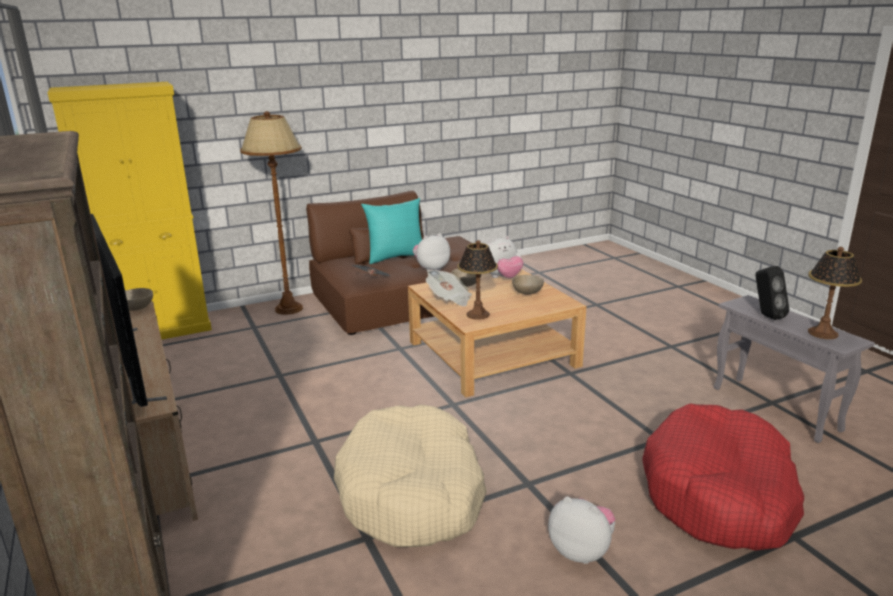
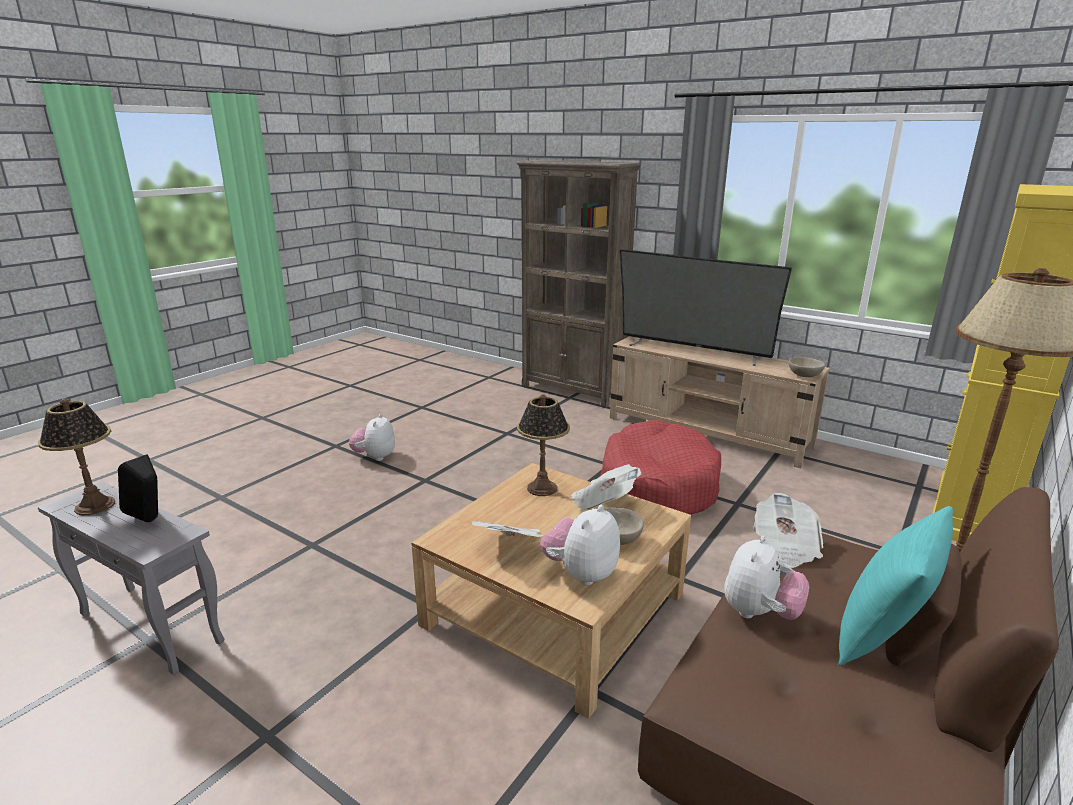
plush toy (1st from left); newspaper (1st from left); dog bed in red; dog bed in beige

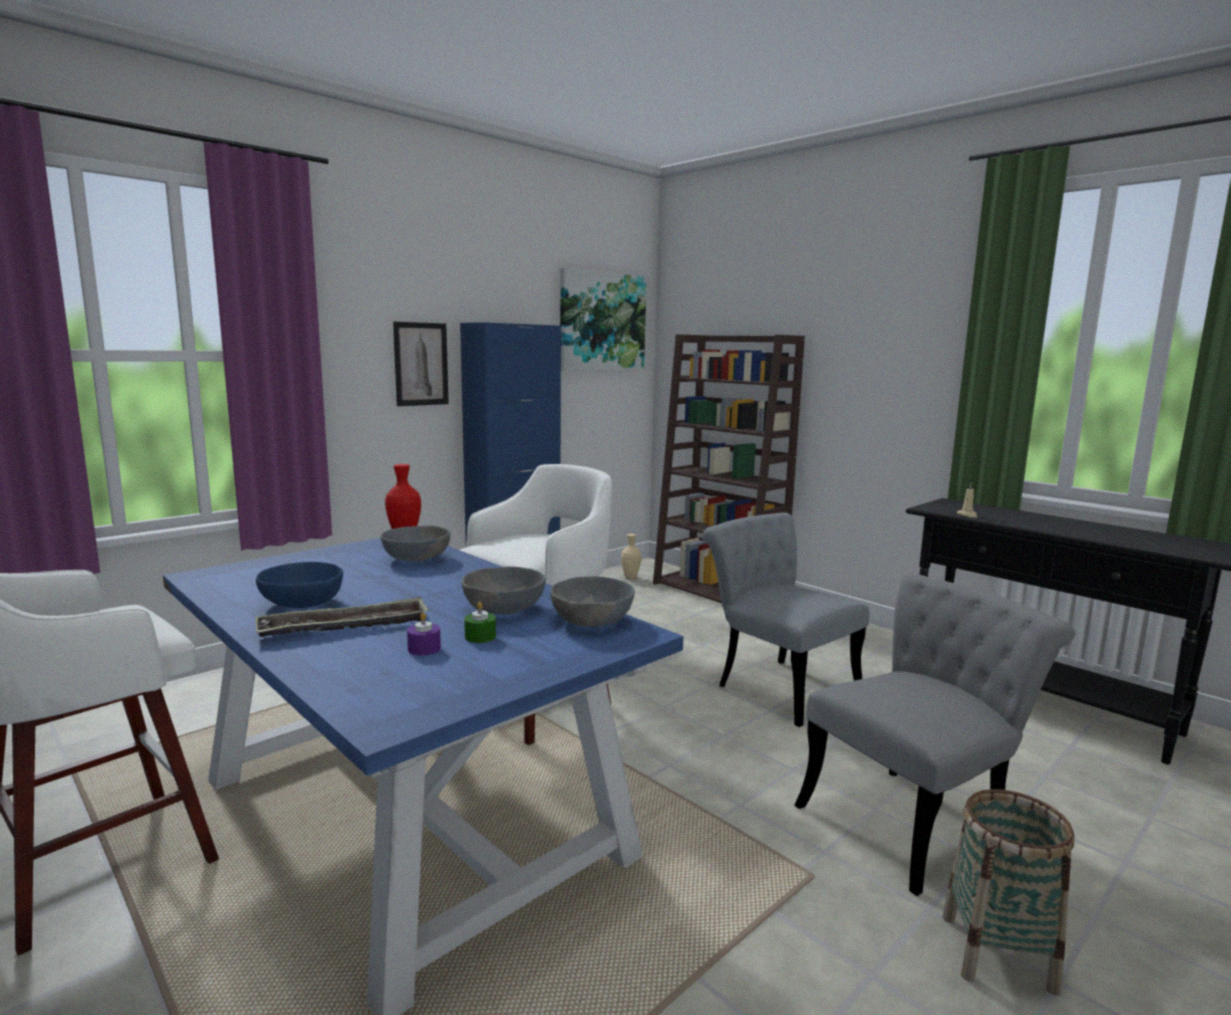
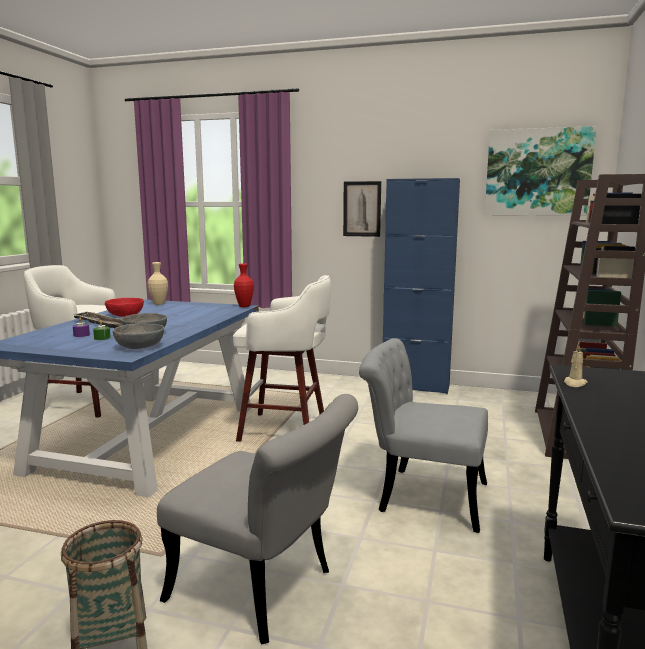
bowl in red; vase in beige; chair in grey (2nd from left); bowl in grey (1st from left in the first image)

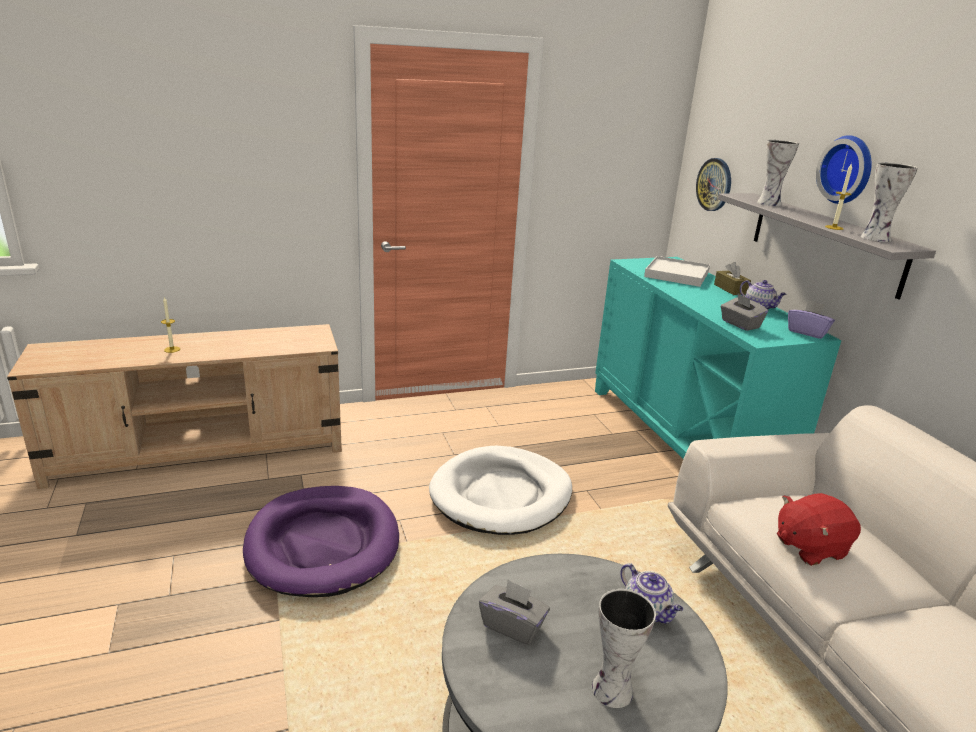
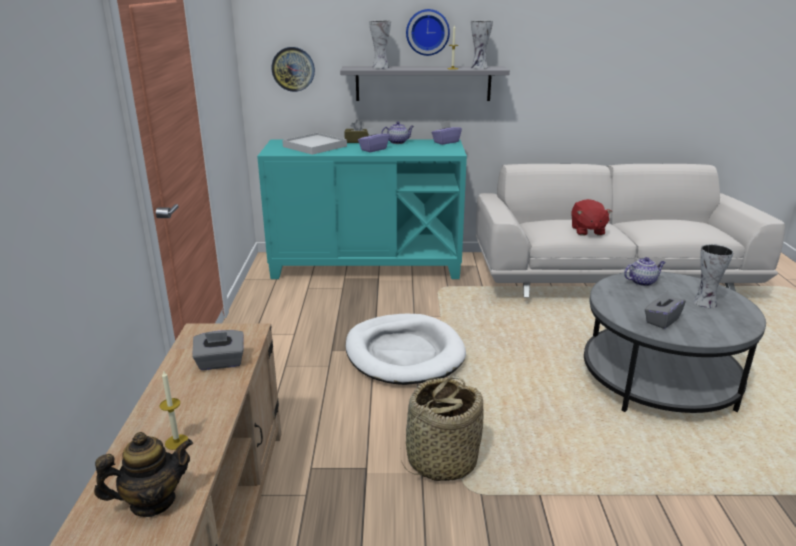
teapot (1st from left); tissue box in grey (1st from left); tissue box in purple (1st from left); basket

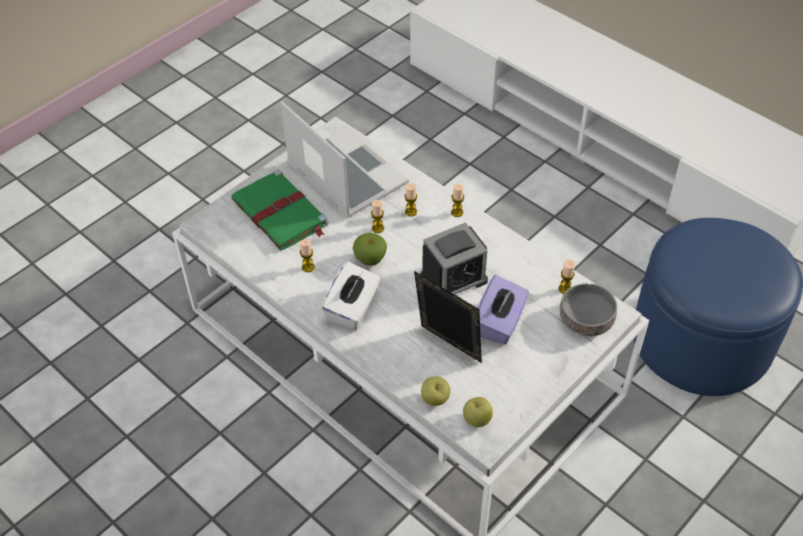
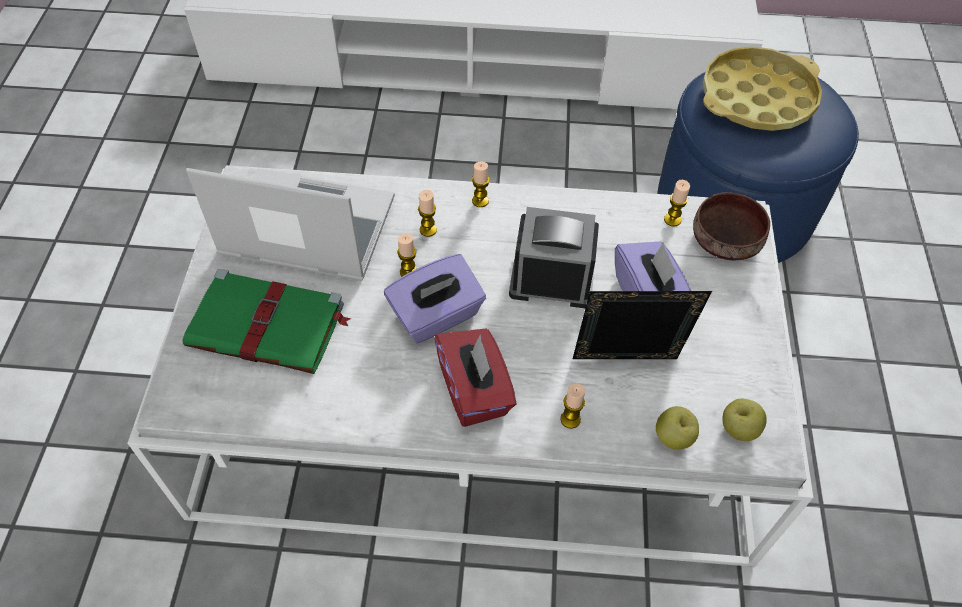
tissue box in purple (1st from left); tissue box in red; alarm clock; candle (4th from left); bowl in brown; tray in yellow

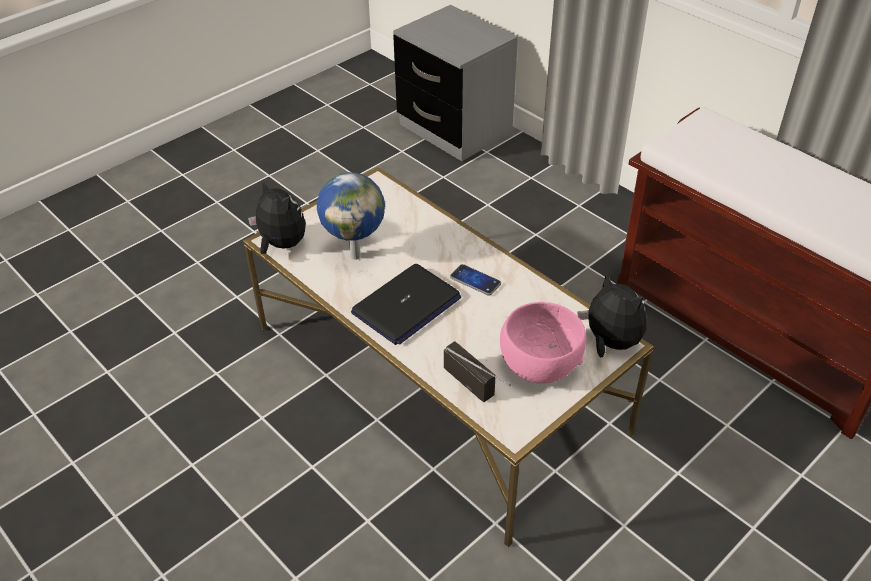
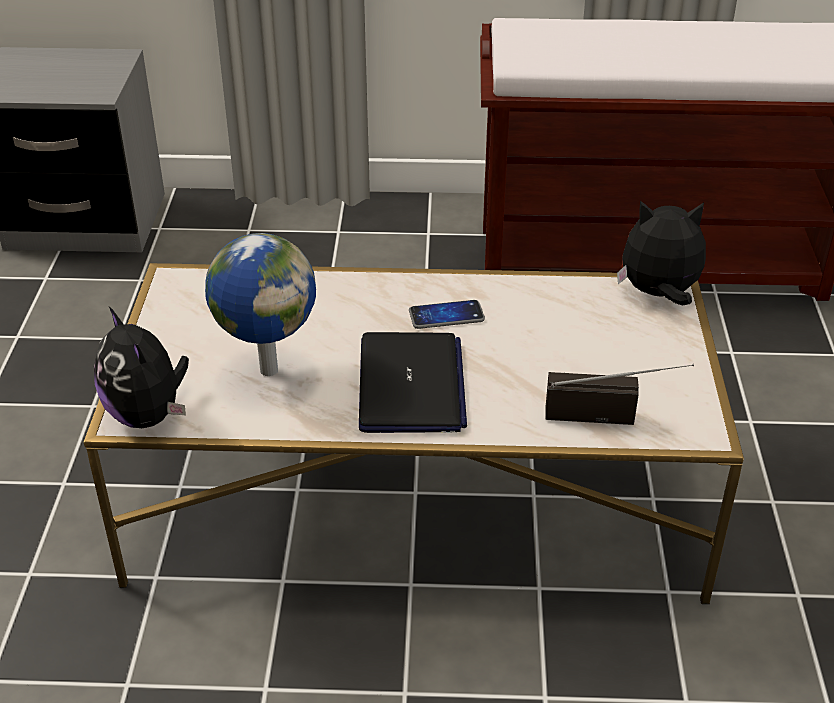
plush toy (1st from left); bowl in pink

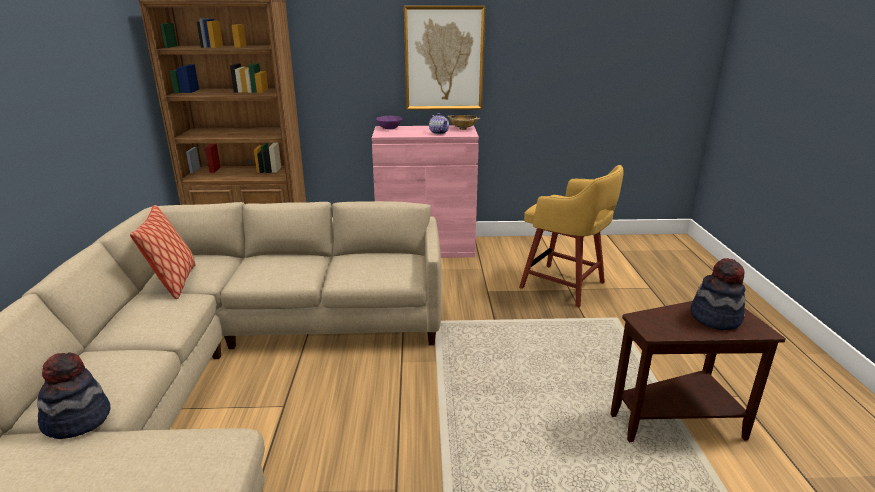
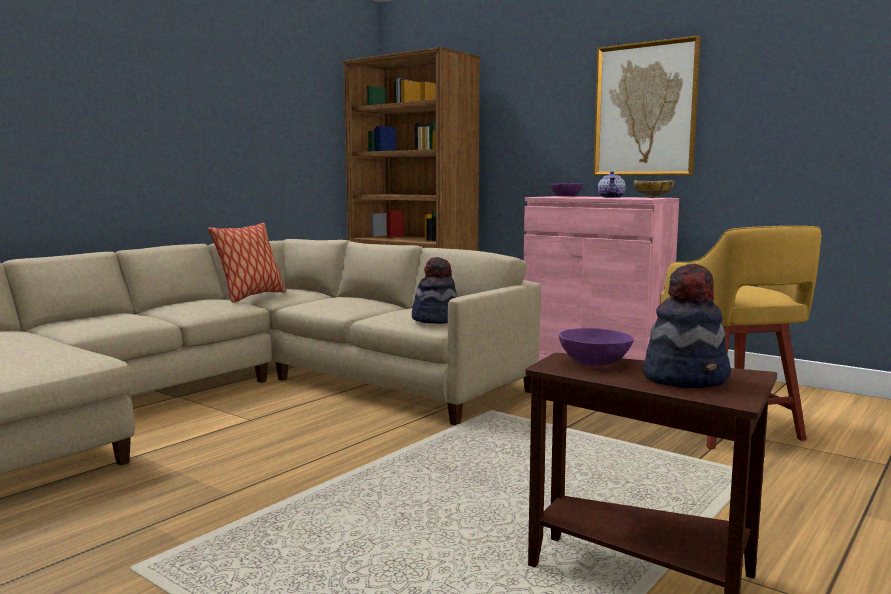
hat (1st from left); bowl in purple (2nd from left)

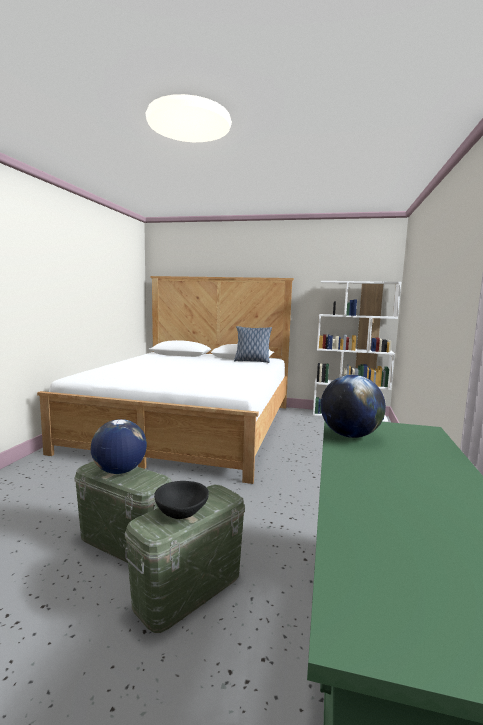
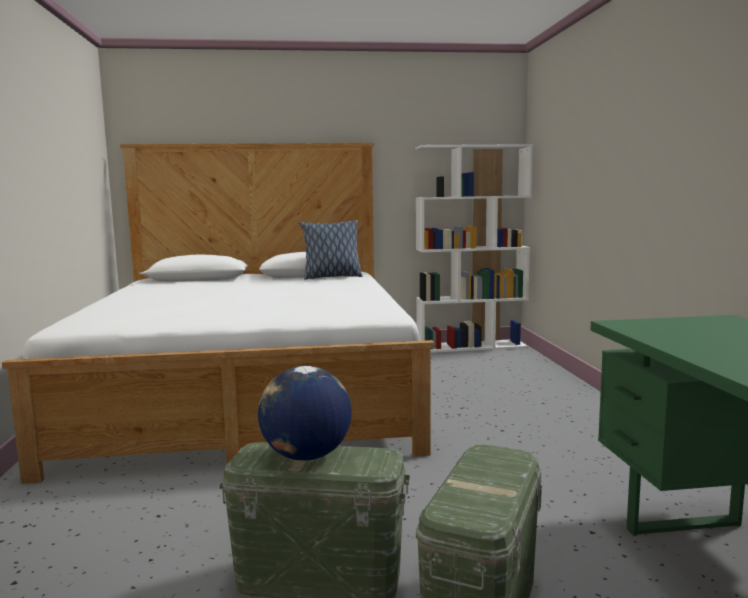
bowl in black; globe (2nd from left in the first image)

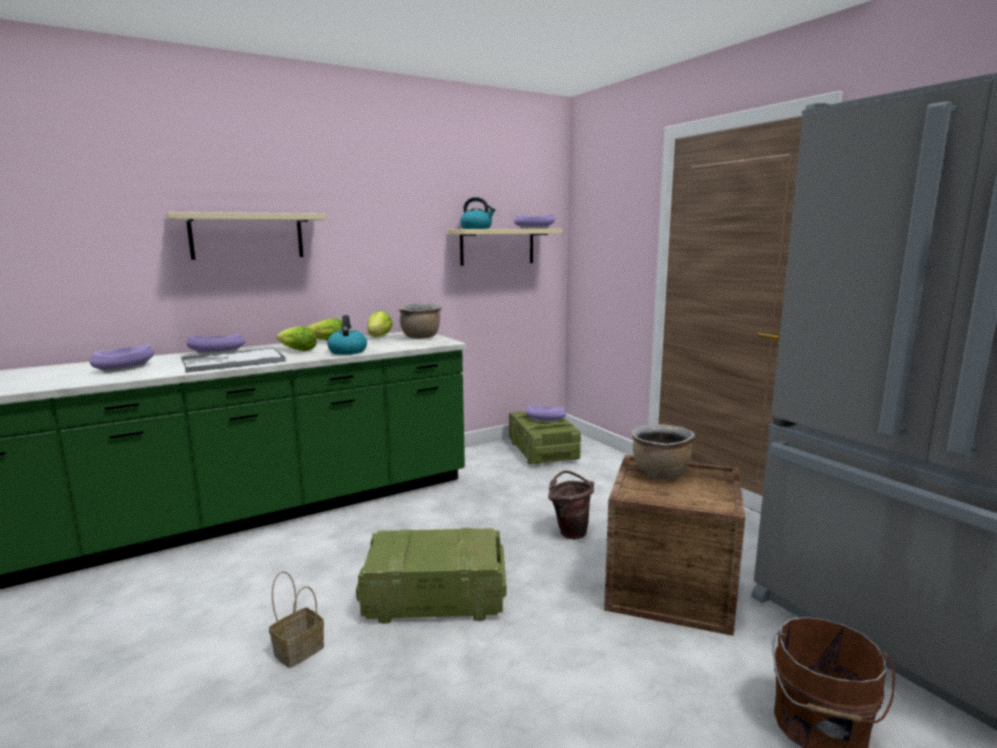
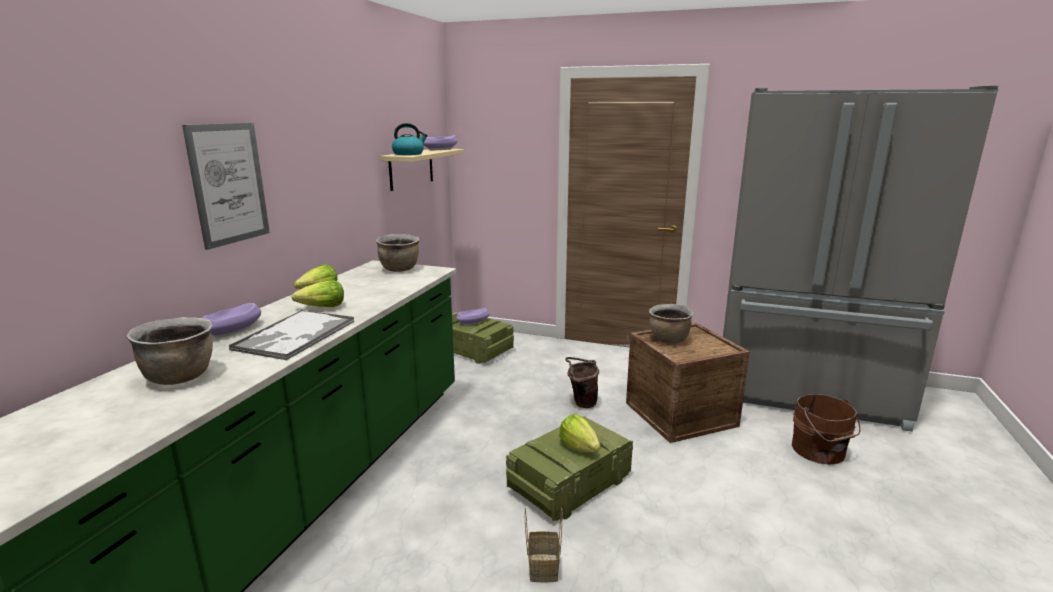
cooking pot in brown (1st from left); picture; lettuce (3rd from left); kettle (1st from left in the first image)

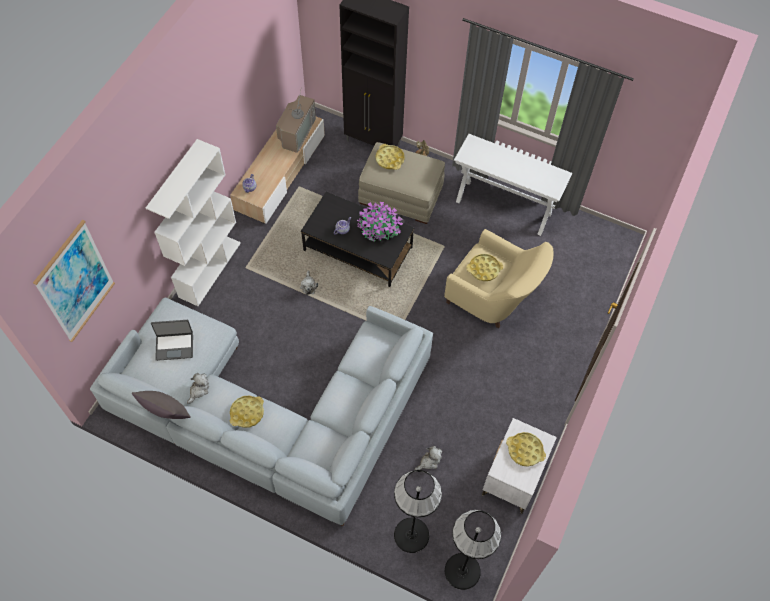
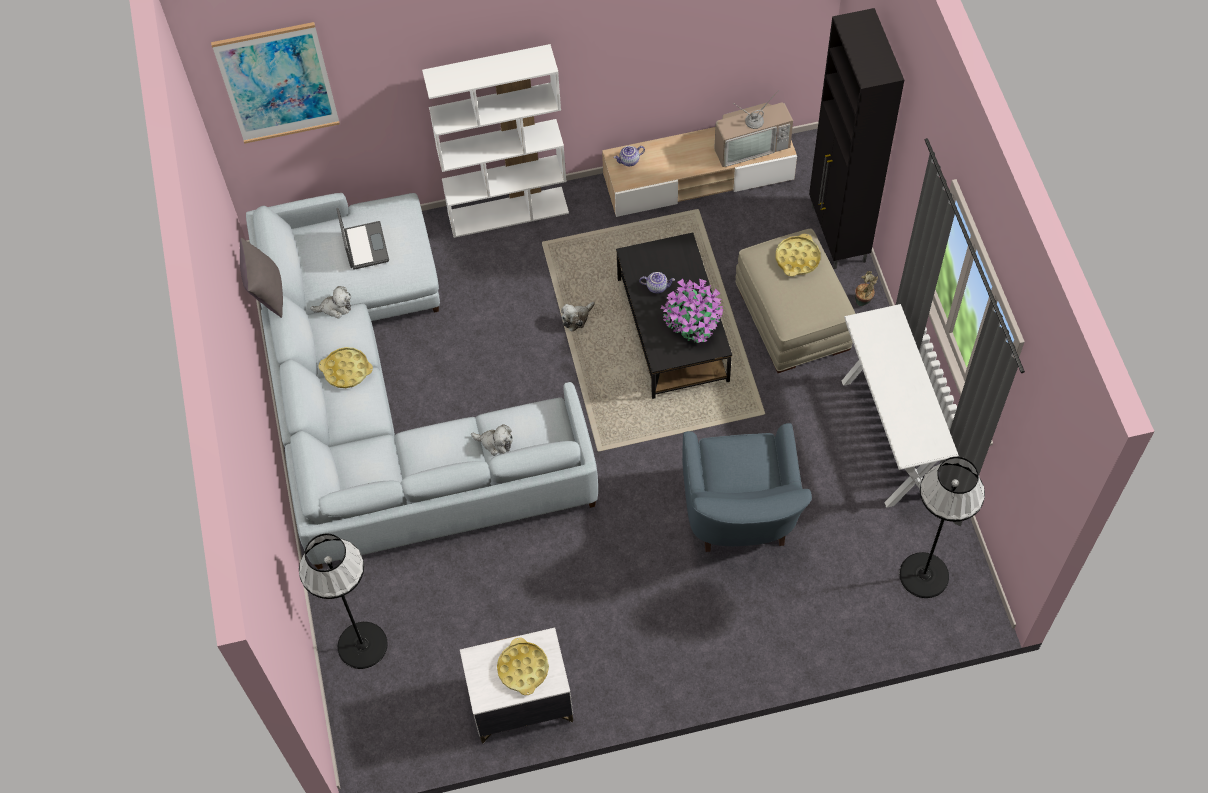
laptop; plush toy (2nd from left); armchair in blue; floor lamp in black (2nd from left); tray in yellow (3rd from left in the first image)

